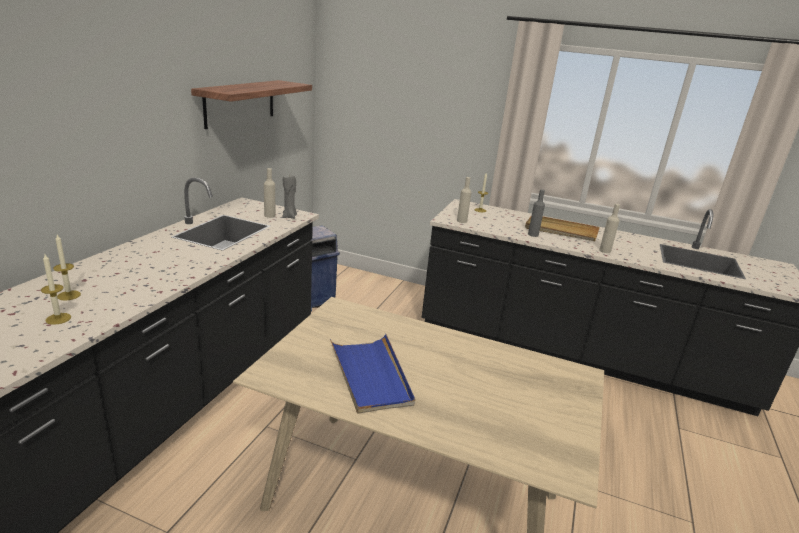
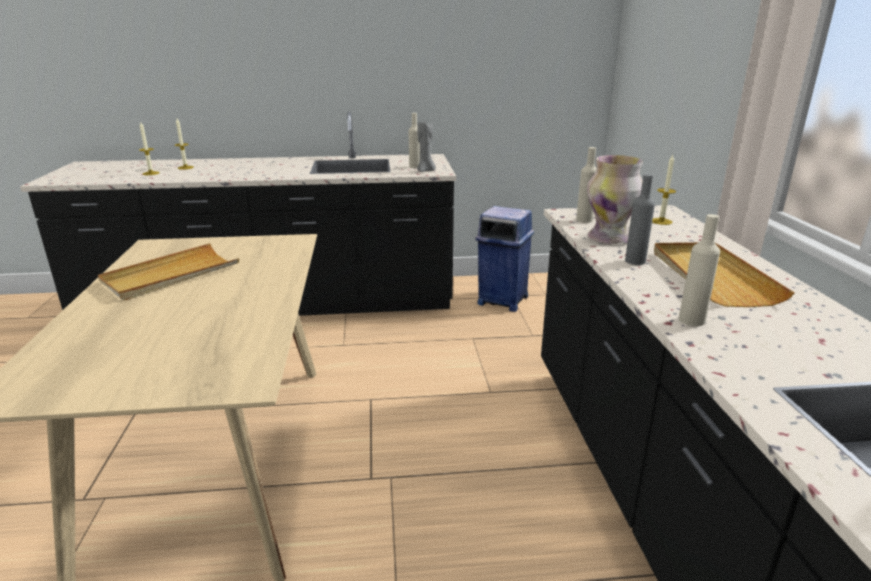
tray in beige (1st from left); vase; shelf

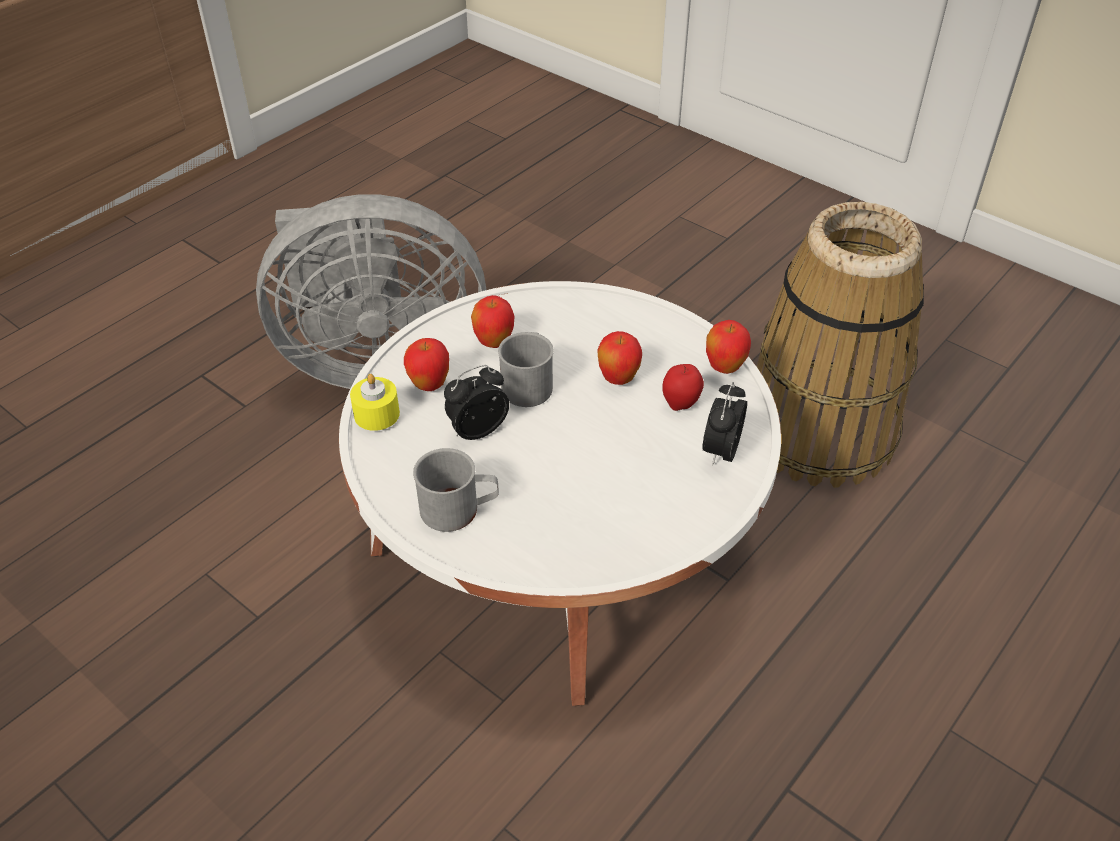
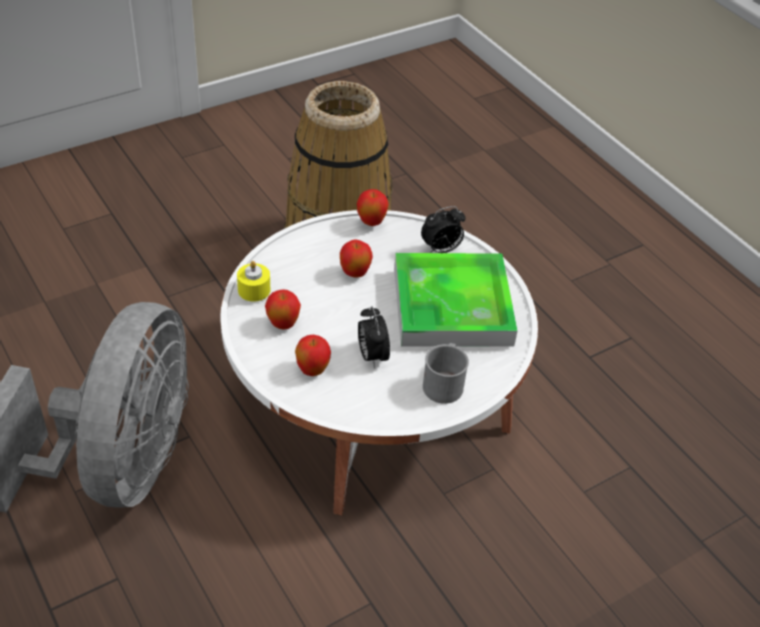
candle in yellow; tray; alarm clock (2nd from left); mug in grey (2nd from left in the first image); apple (4th from left in the first image)

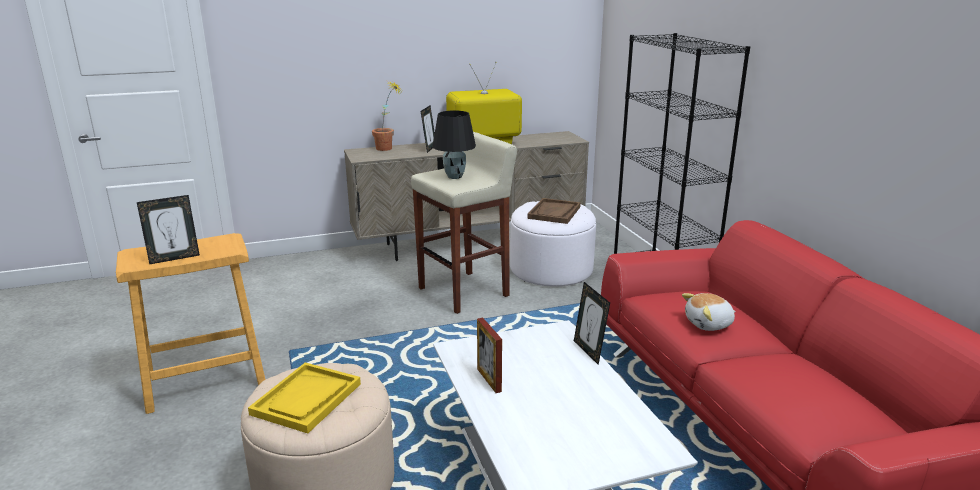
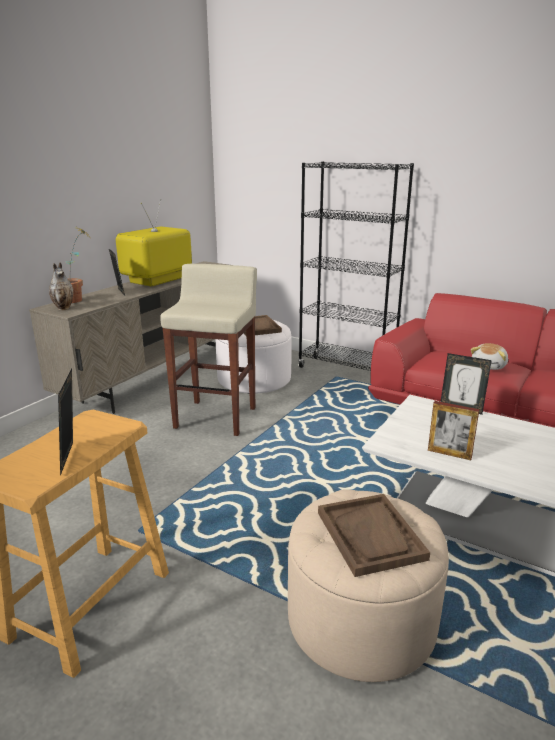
vase; picture frame (1st from left); tray in brown (2nd from left); table lamp in black

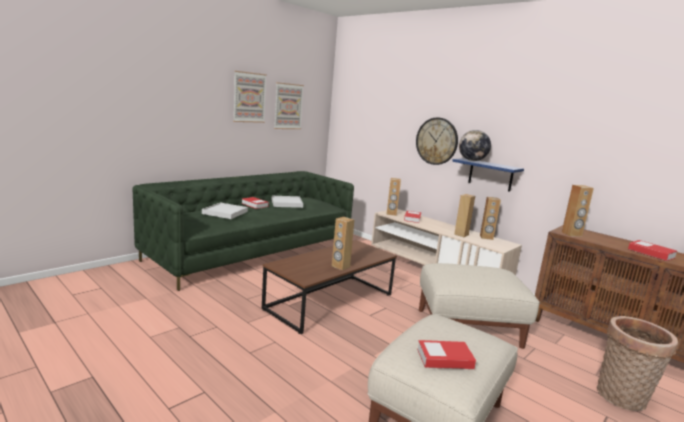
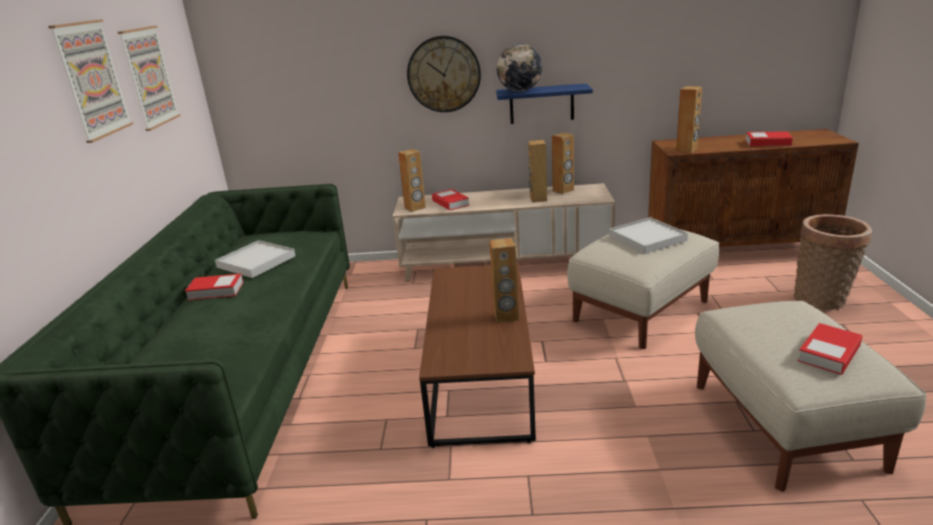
tray in white (2nd from left)

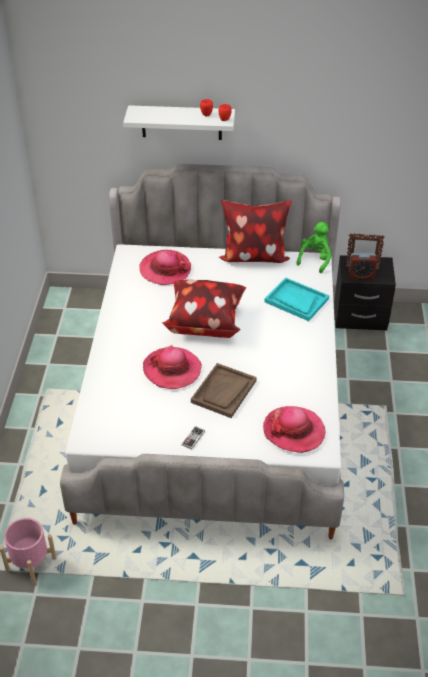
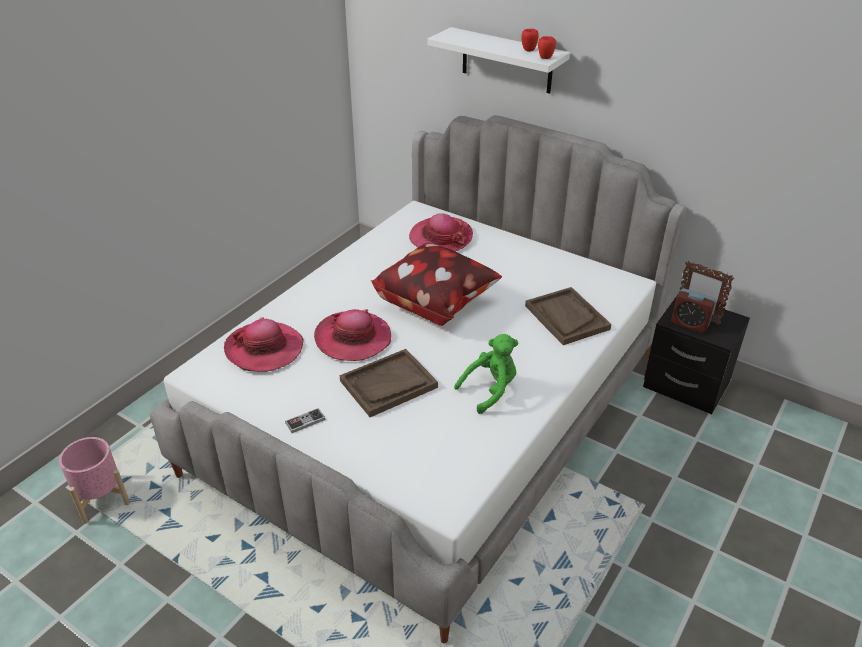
hat (1st from left); plush toy in green; tray in brown (2nd from left); pillow (2nd from left in the first image)

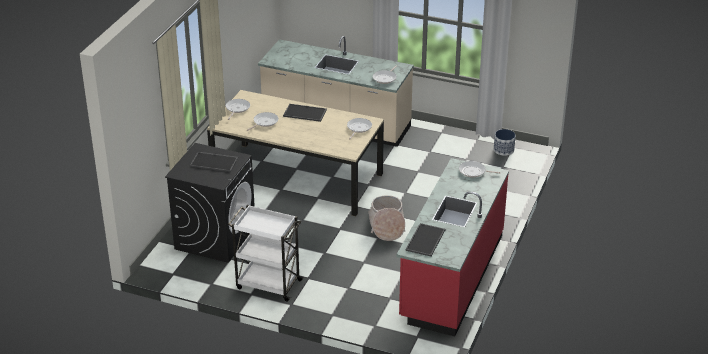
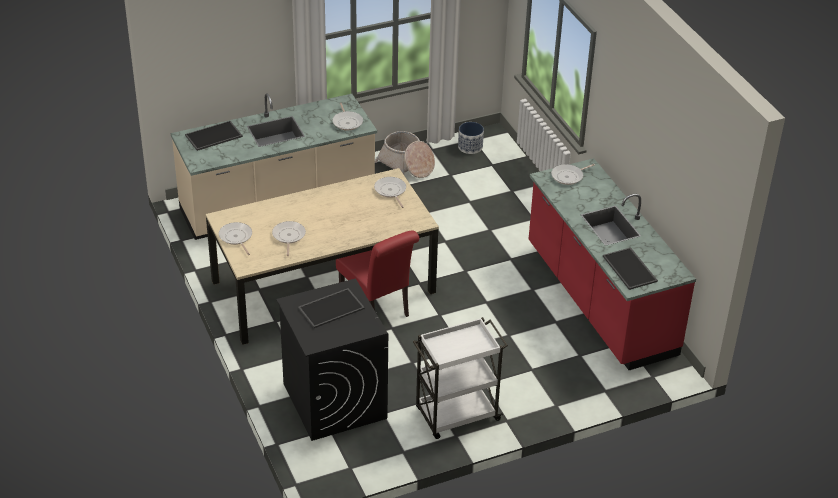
tray (1st from left); chair in red; basket

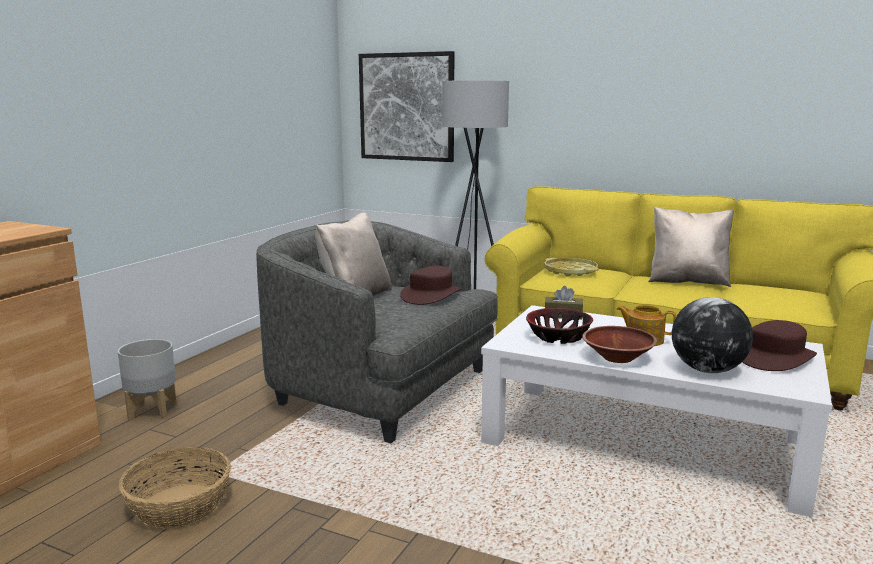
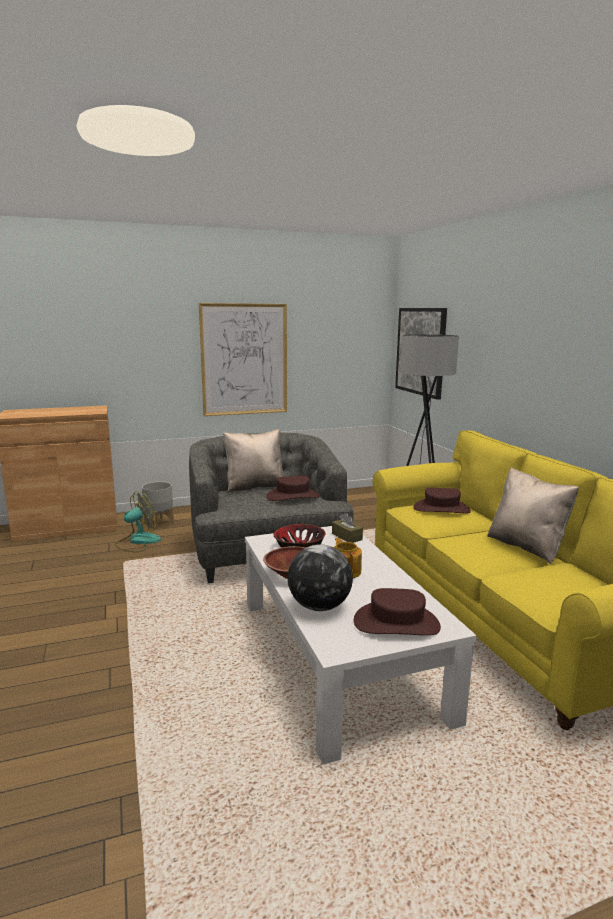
fan; picture (1st from left); hat in brown (3rd from left); basket

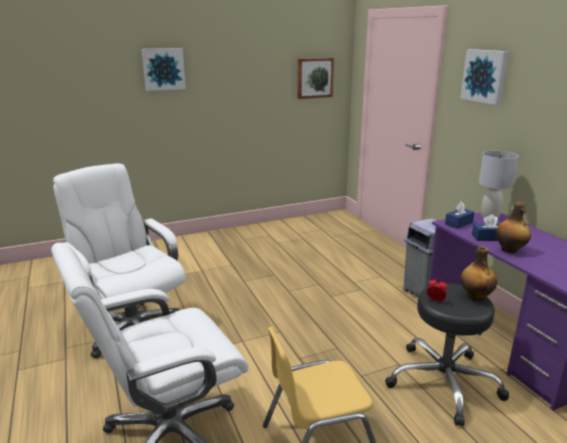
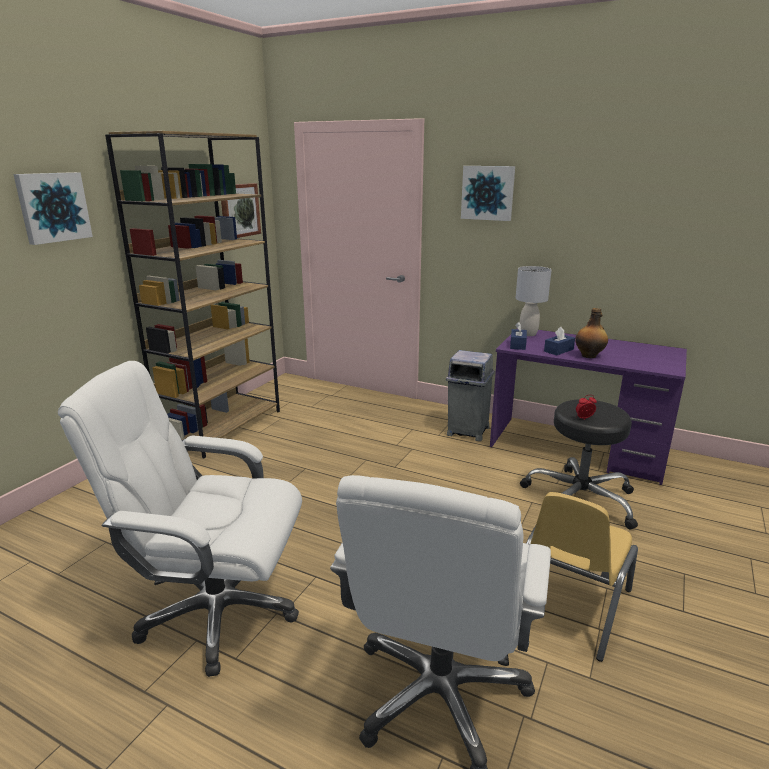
bookcase in brown; bottle (1st from left in the first image)

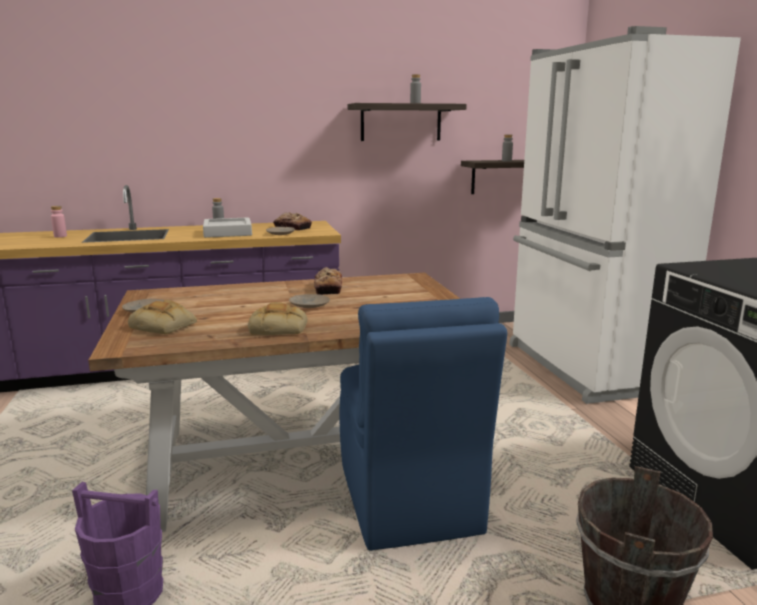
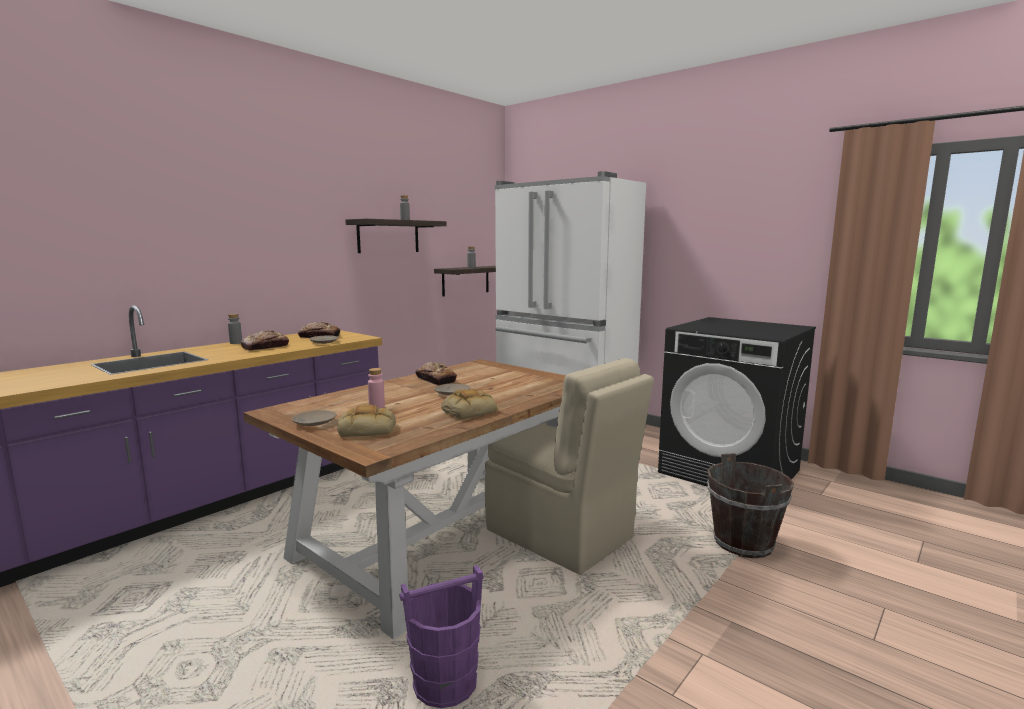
bread (1st from left); bottle in pink; chair in beige

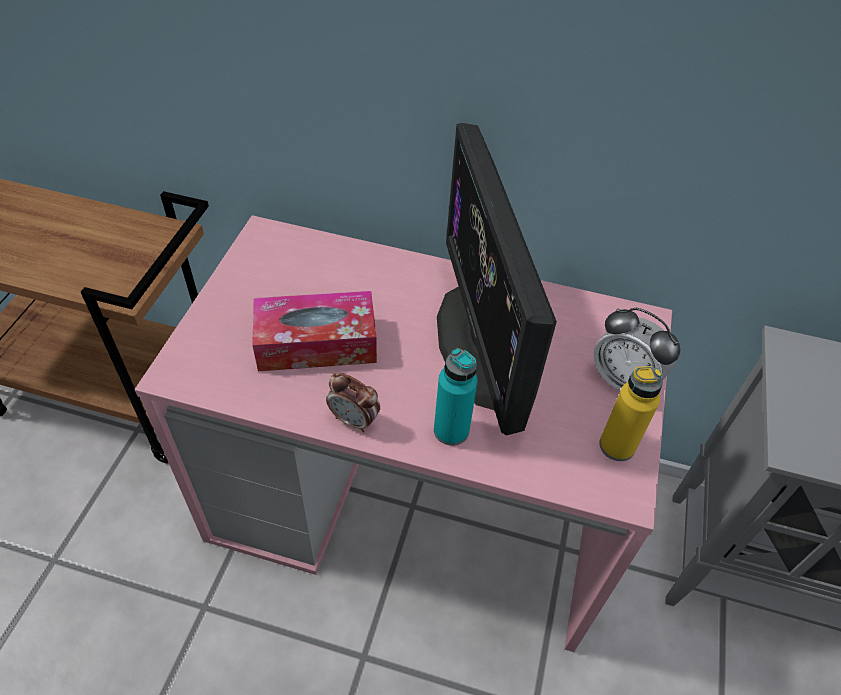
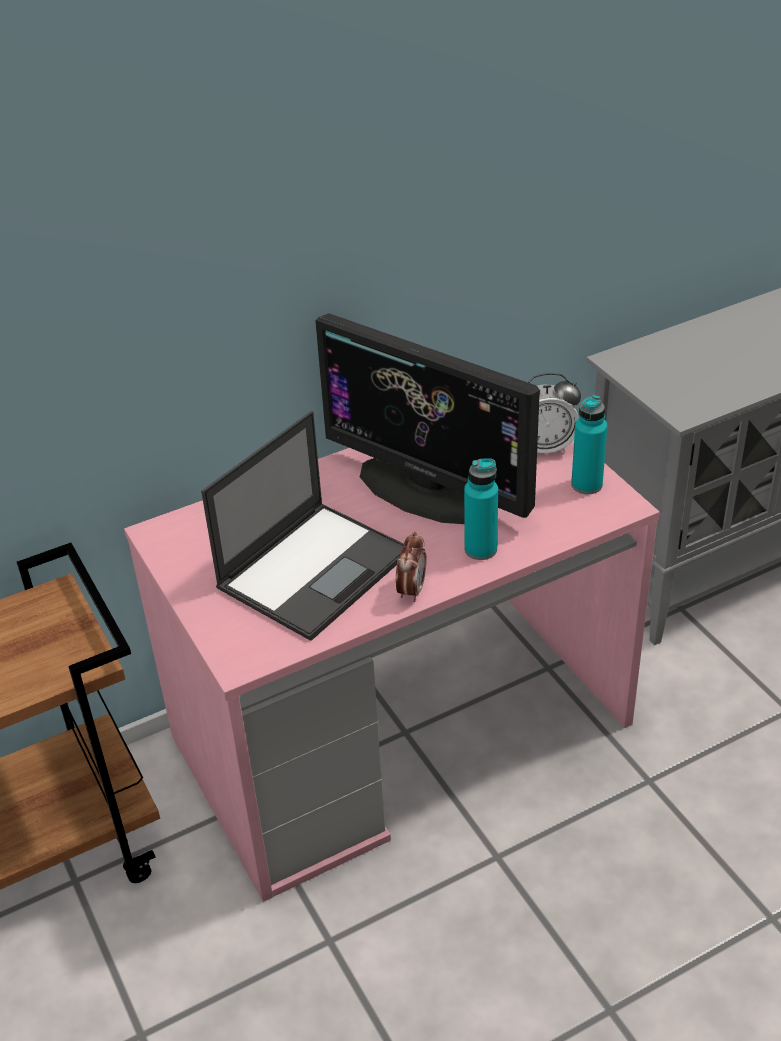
laptop; alarm clock (1st from left); bottle in turquoise (2nd from left)

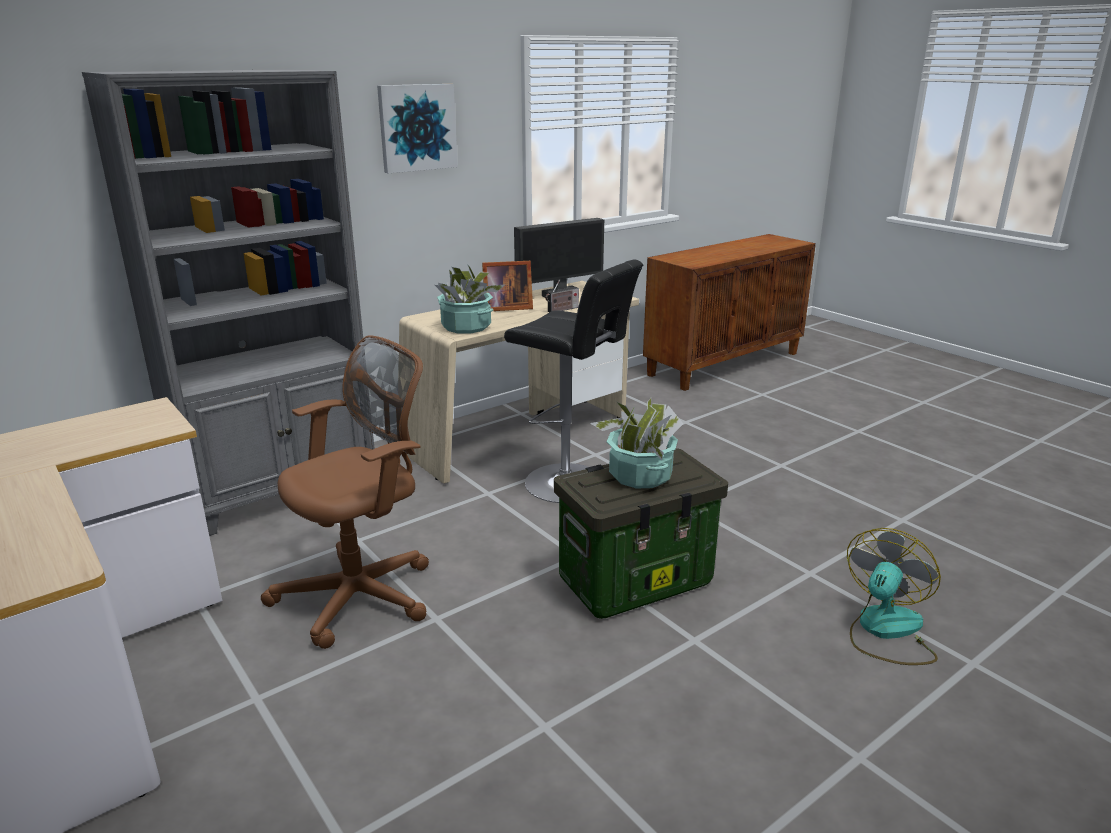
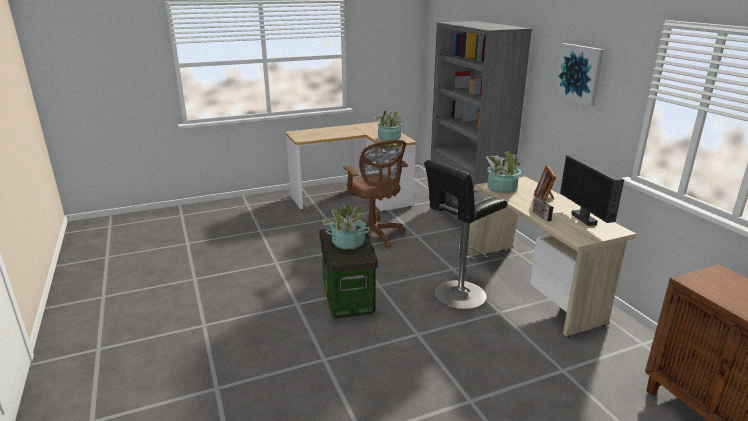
potted plant (2nd from left); fan

